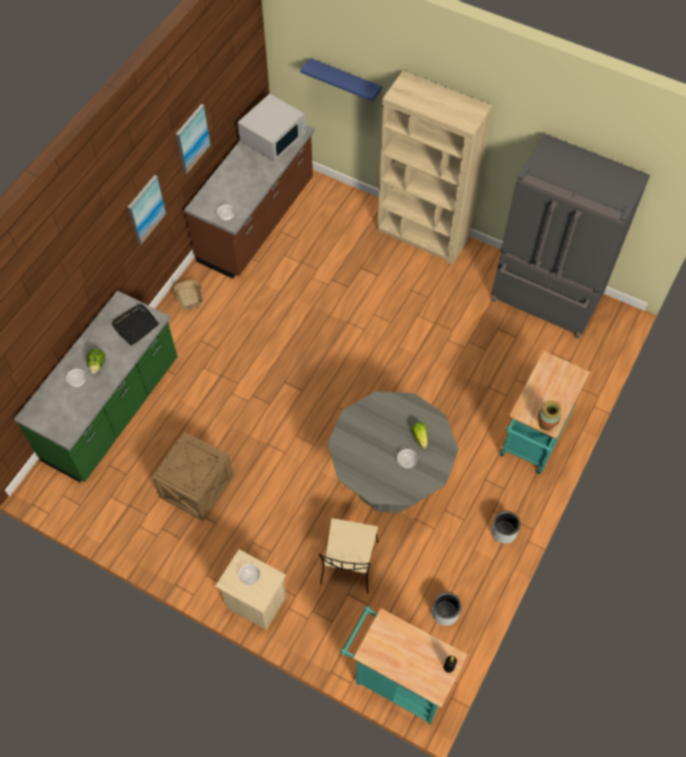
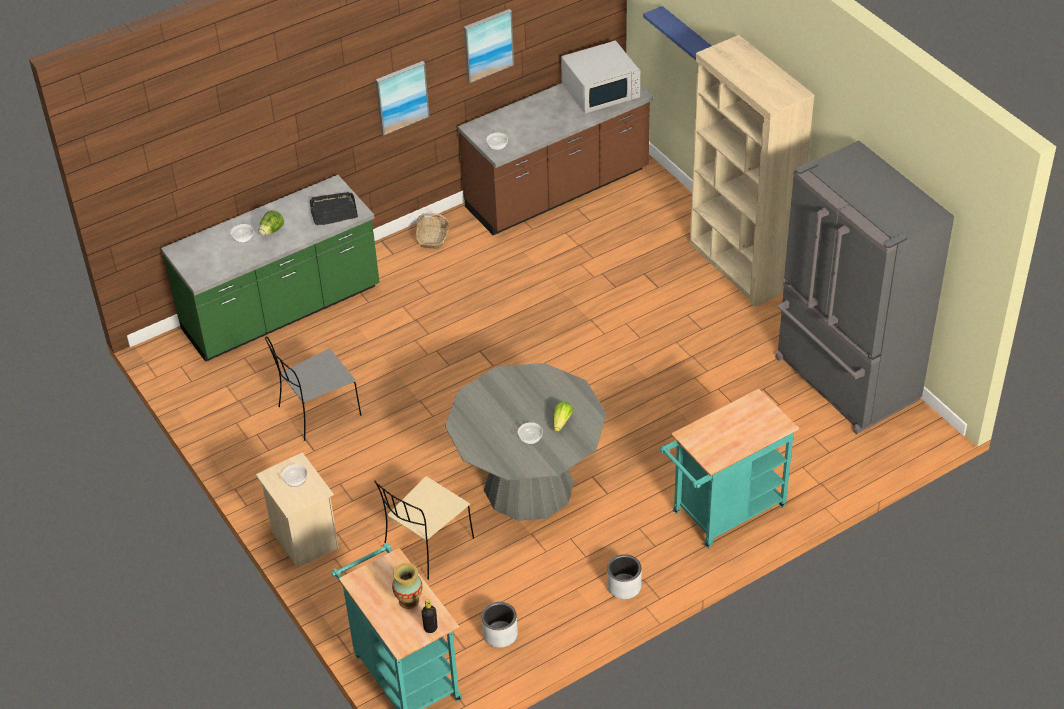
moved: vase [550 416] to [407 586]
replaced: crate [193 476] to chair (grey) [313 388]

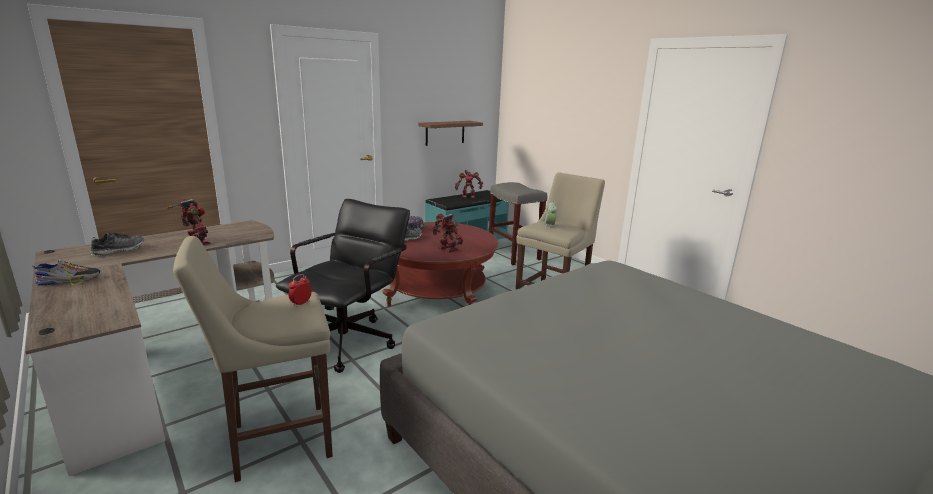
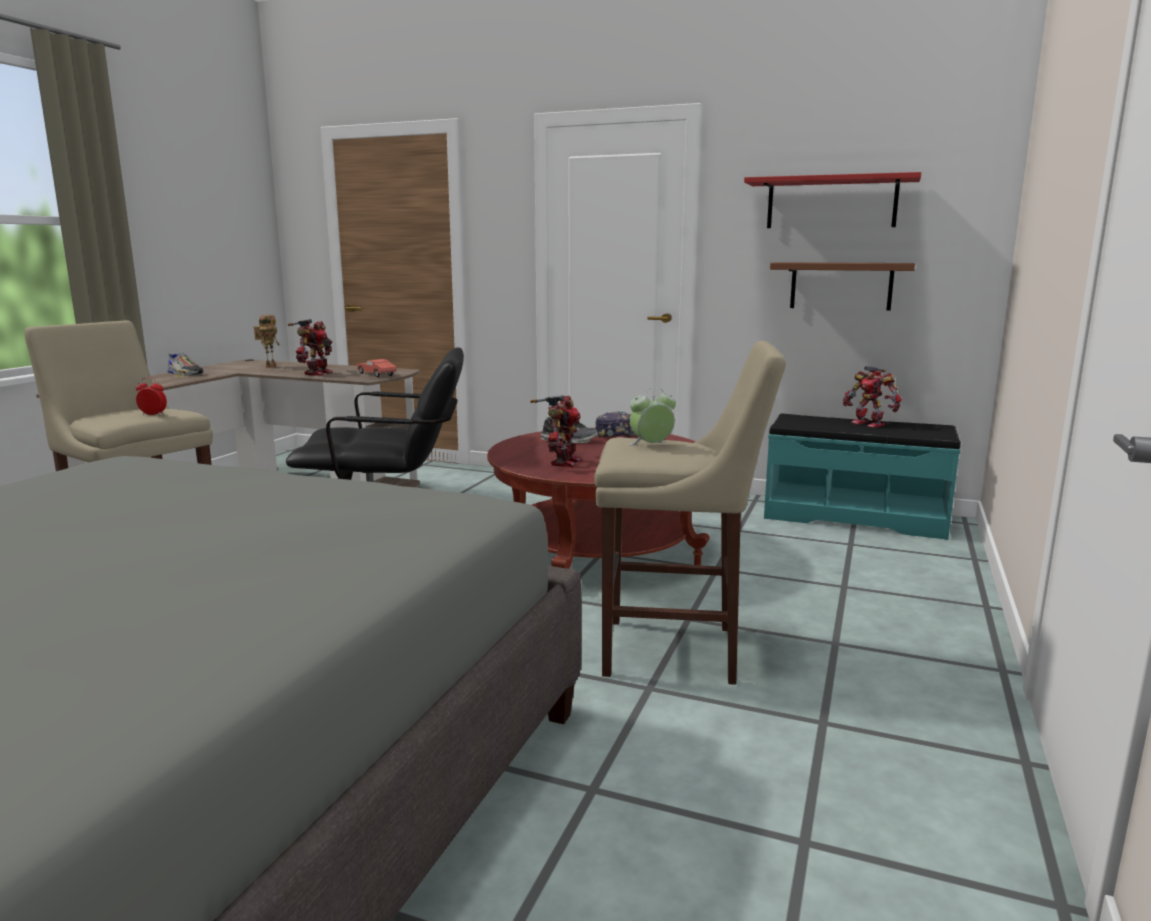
removed: stool (grey) [518 223]
added: shelf (red) [832 200]; toy car (red) [377 368]
replaced: shoe [117 244] to toy robot [267 341]

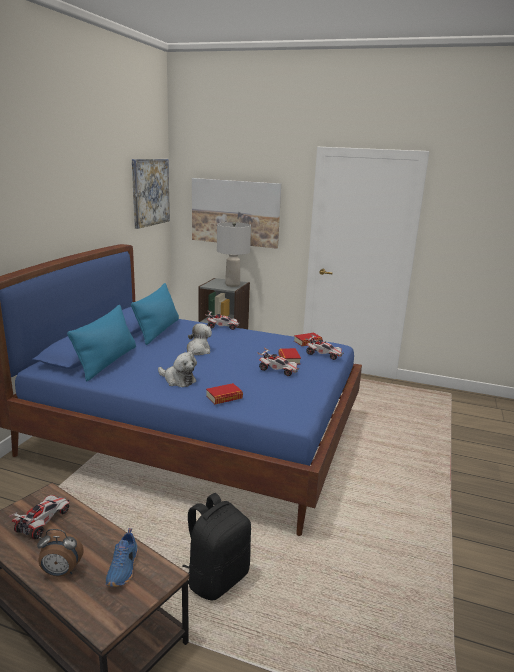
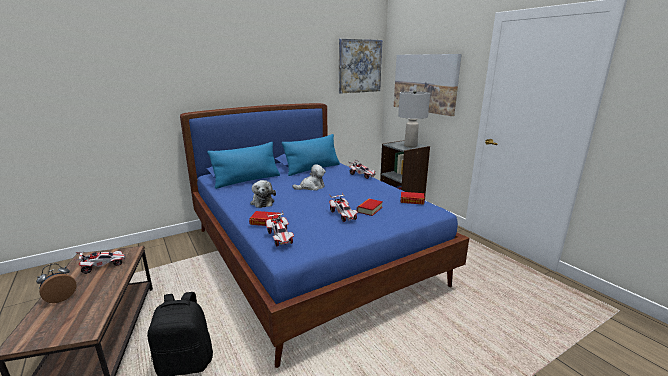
removed: shoe (blue) [122 557]
moved: toy car [324 347] to [280 228]
turned: alarm clock [60 553] = [56 283] 90 degrees clockwise

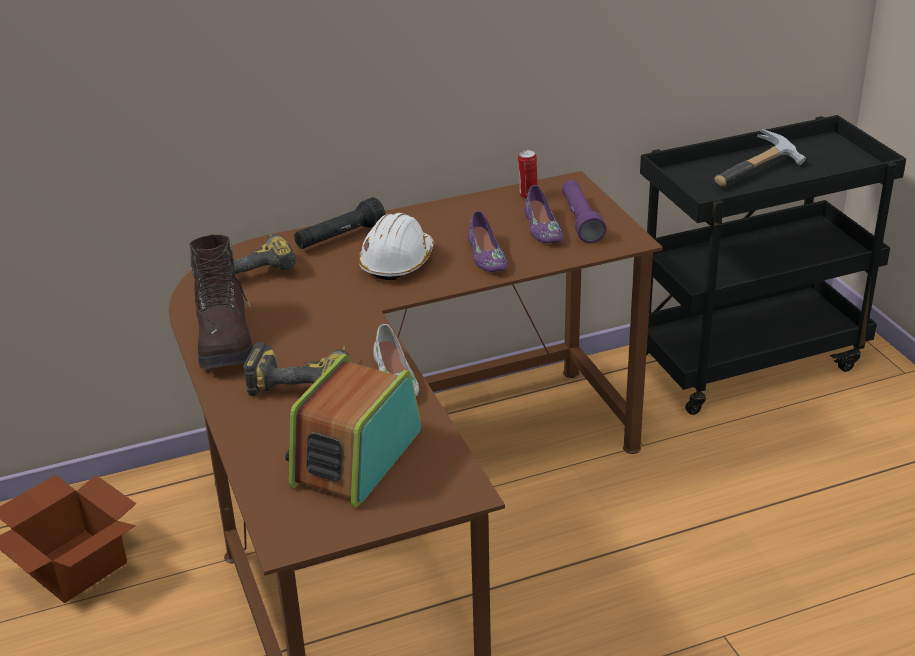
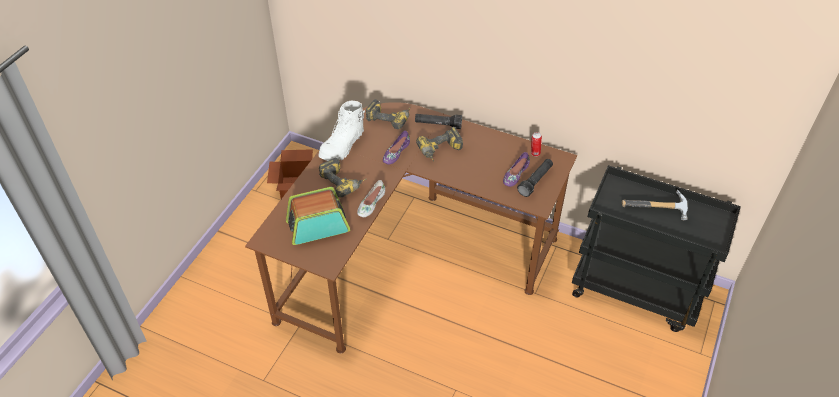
moved: shoe (purple) [487 241] to [396 148]
replaced: hard hat (white) [396 246] to power drill [439 144]
recoloured: flashlight (purple) [584 211] to flashlight (black) [535 178]; boot (brown) [221 302] to boot (white) [341 131]

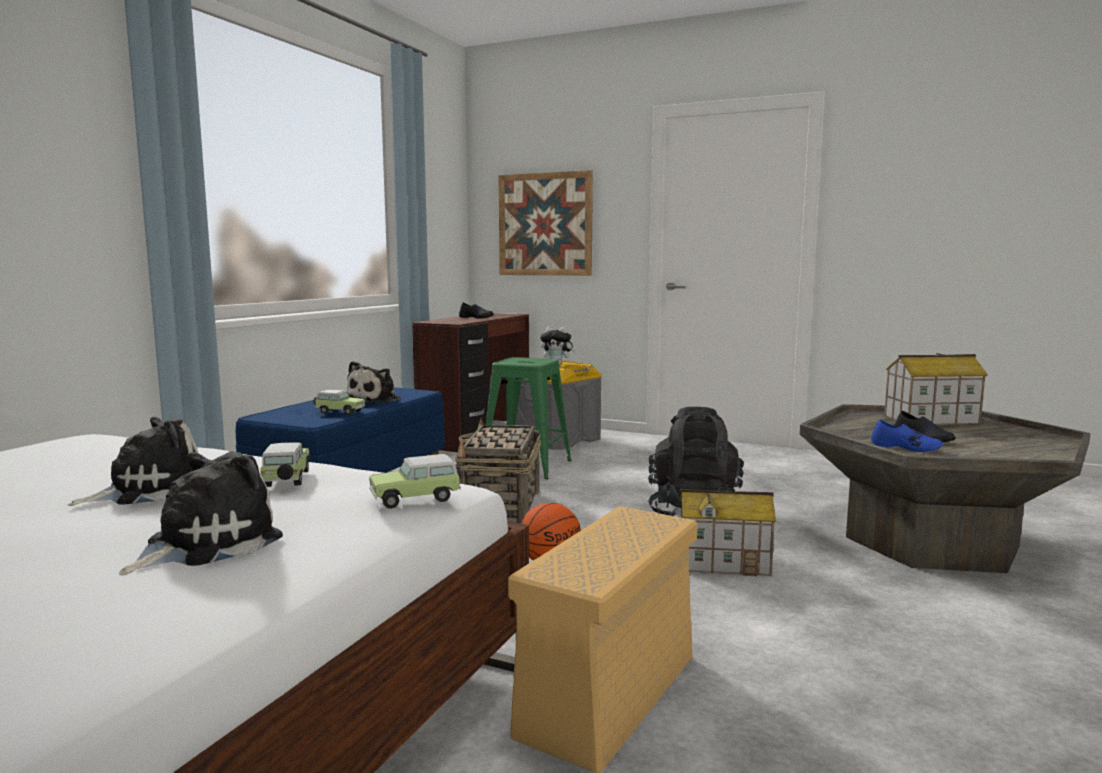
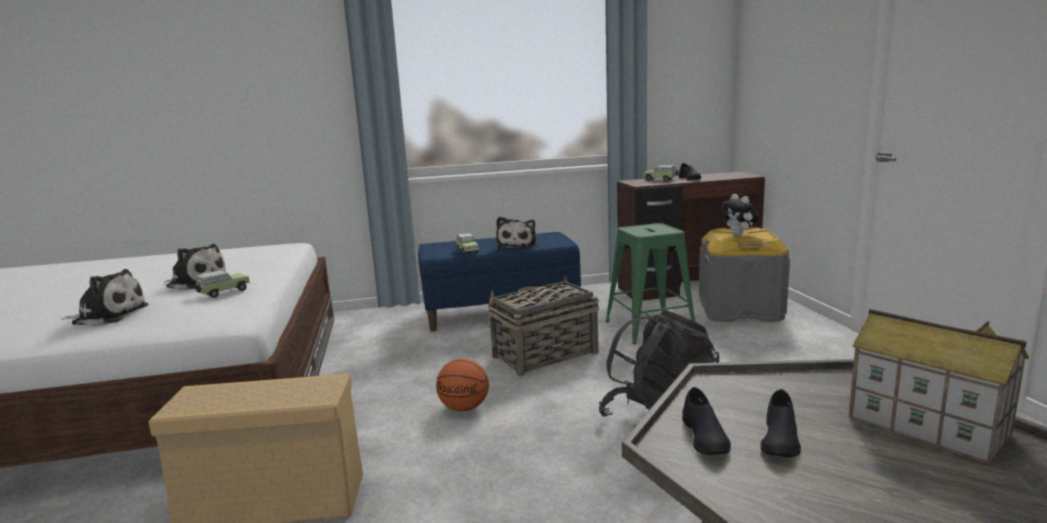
removed: picture [546 223]; toy house [728 532]
moved: toy car [415 481] to [661 173]
recoloured: shoe (blue) [907 435] to shoe (black) [706 421]
turned: plush toy [374 382] = [516 233] 75 degrees counterclockwise

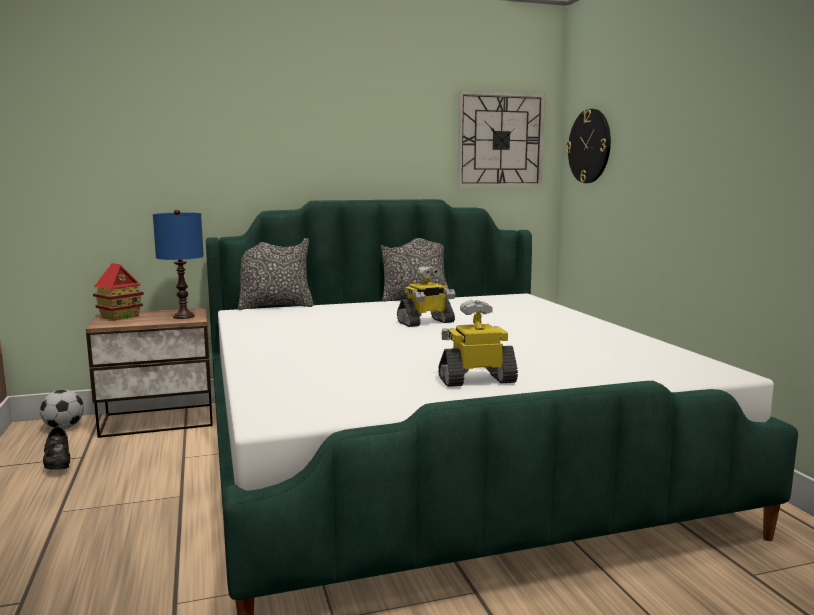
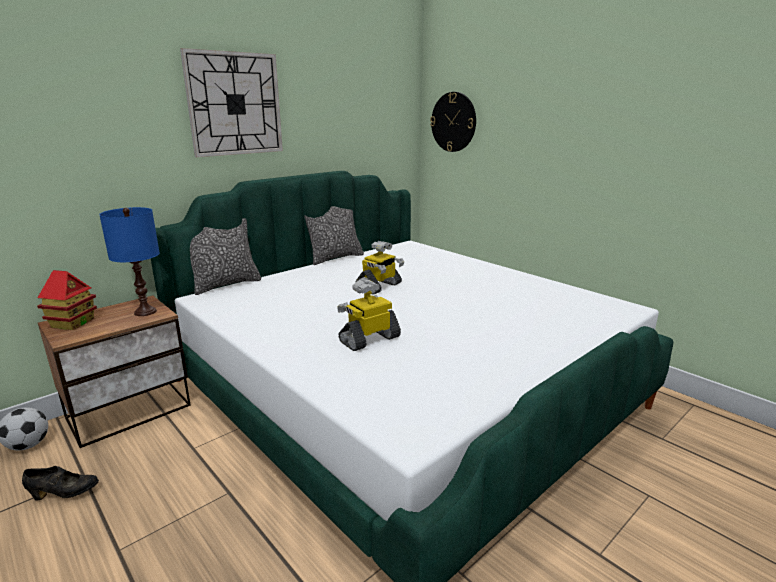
moved: wall clock [501 139] to [231 102]; toy robot [478 343] to [369 315]
turned: shoe (black) [56 448] = [60 483] 45 degrees counterclockwise

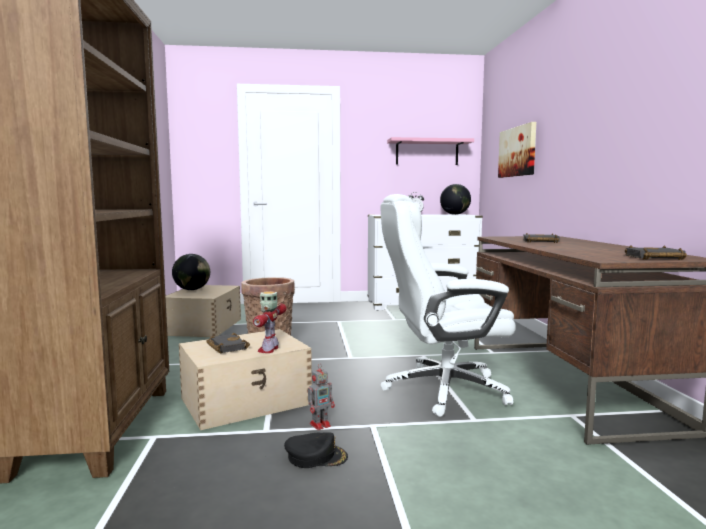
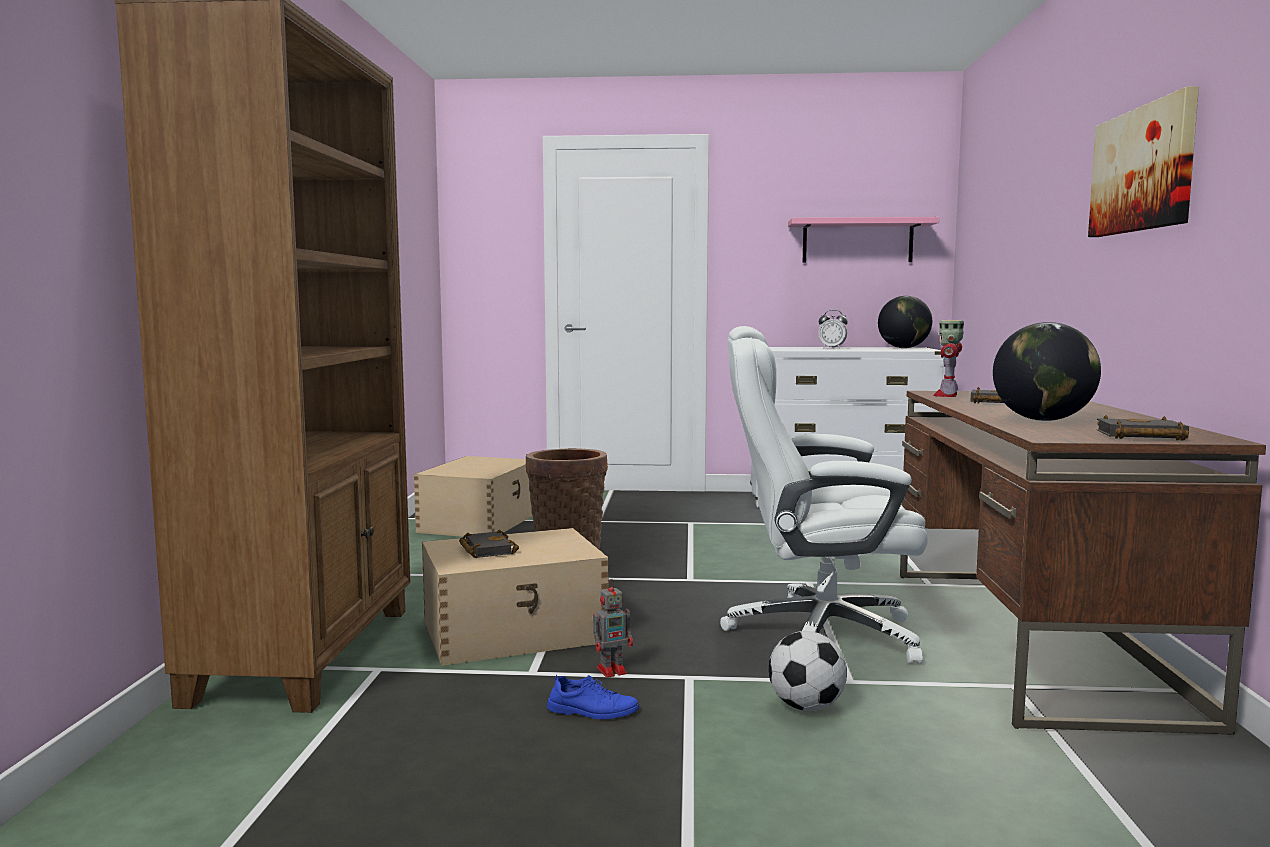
added: football [807 671]
moved: picture [517 150] to [1143 161]; globe [191 272] to [1047 371]; toy robot [269 322] to [948 358]
replaced: cap (black) [316 450] to shoe (blue) [593 697]

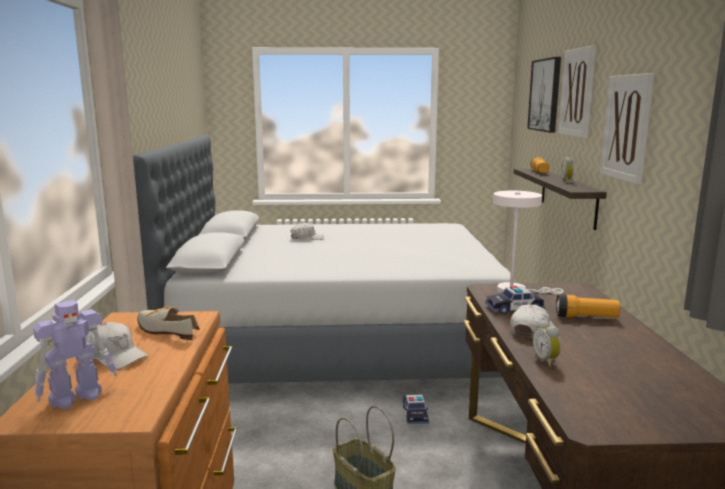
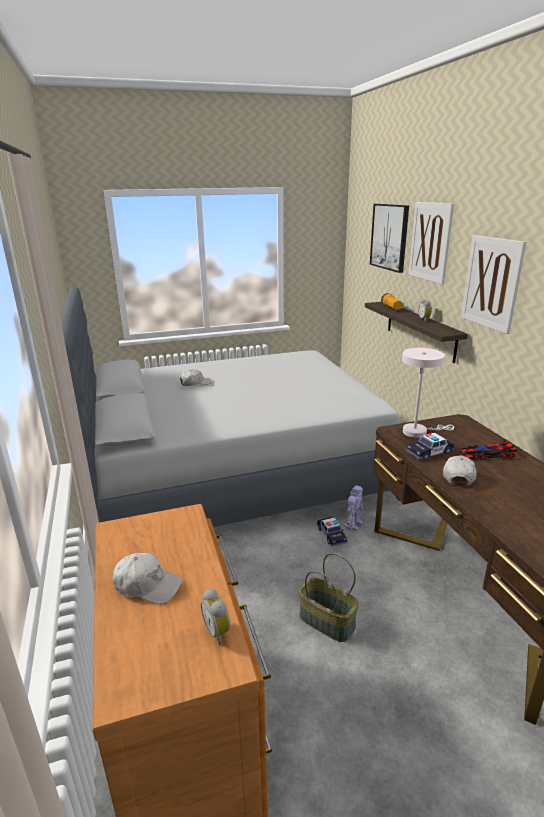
removed: shoe [168 323]
moved: toy robot [75 354] to [353 508]; alarm clock [547 343] to [215 616]
replaced: flashlight [588 306] to toy car [489 450]

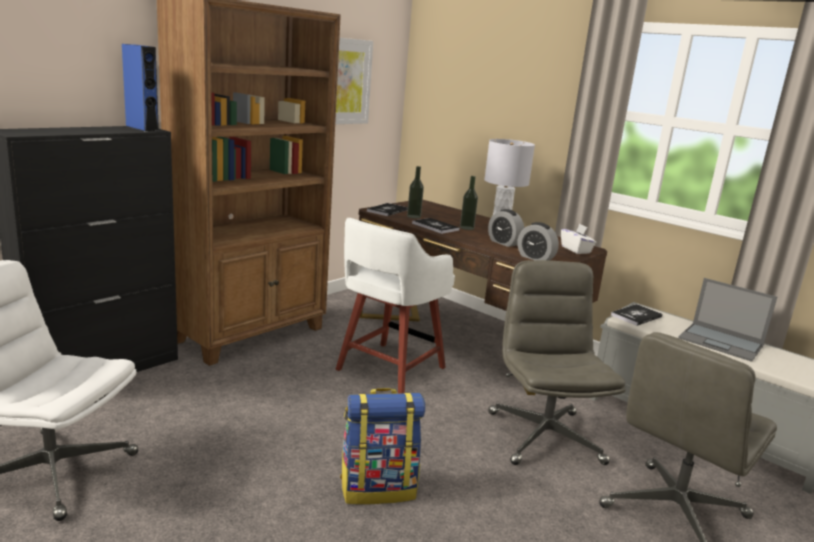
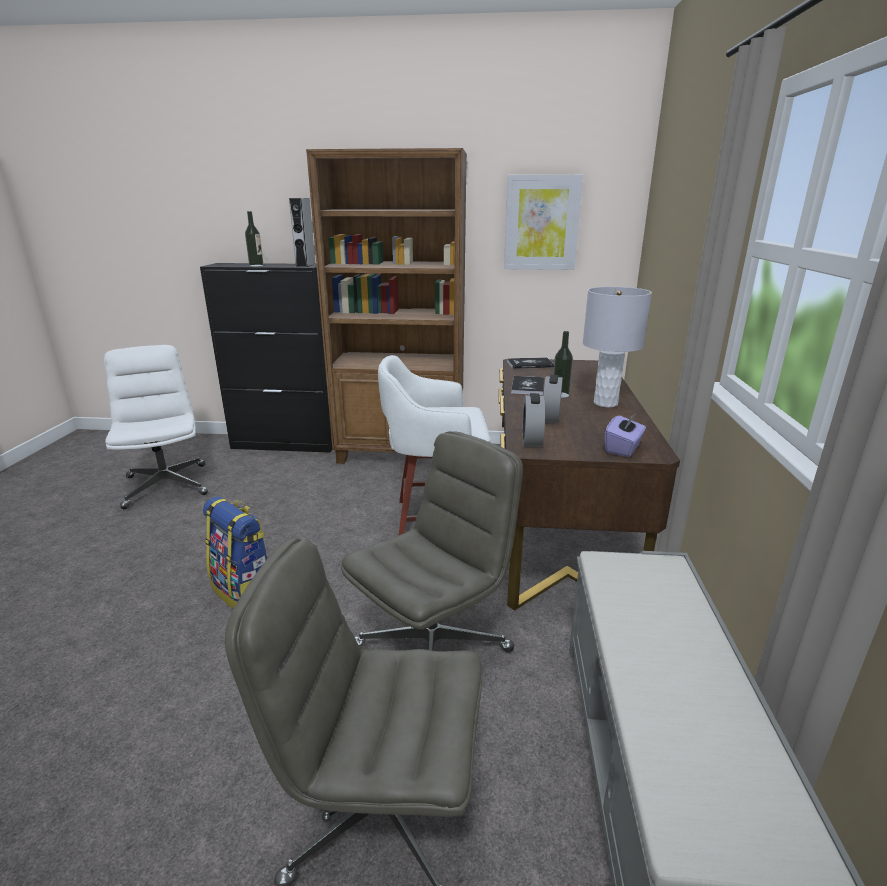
removed: laptop [727 320]; book [637 315]
moved: bottle [415 192] to [254 239]
recoloured: speaker (blue) [140 88] to speaker (grey) [302 232]; tissue box (white) [578 239] to tissue box (purple) [625 434]

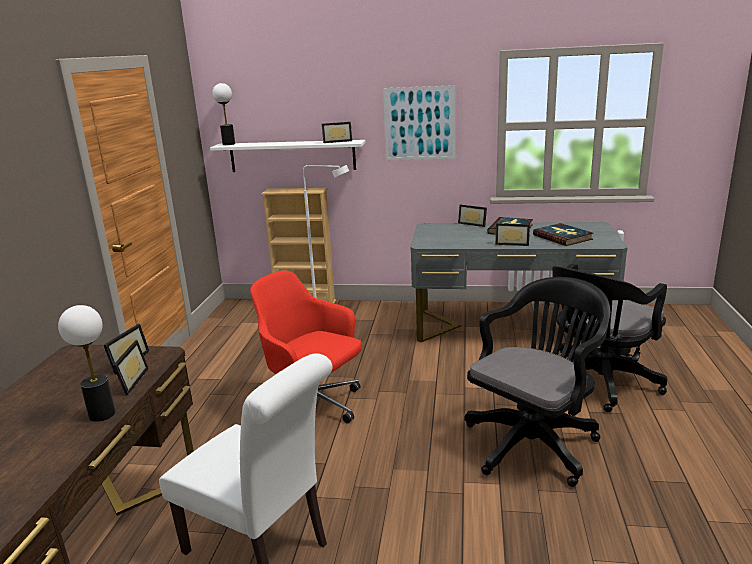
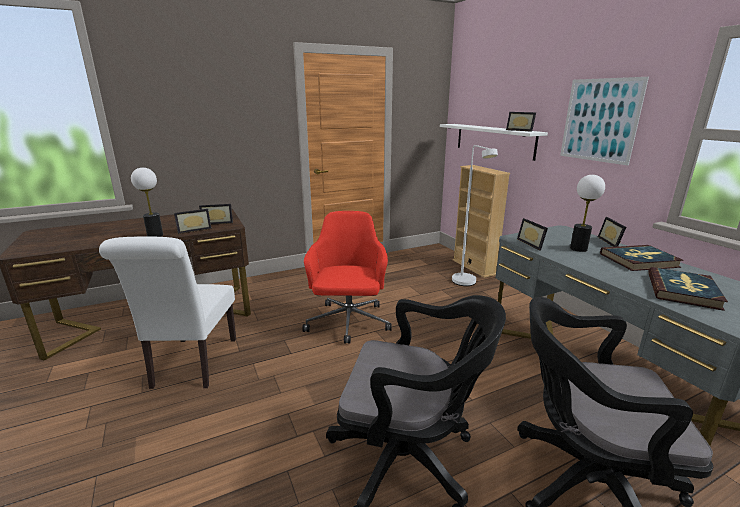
moved: table lamp [223 114] to [587 213]; picture frame [512 234] to [532 234]

